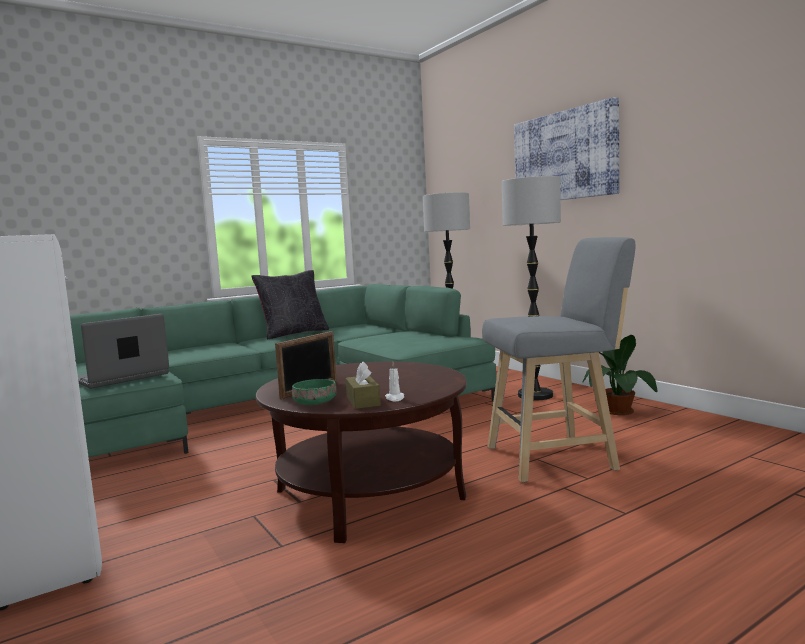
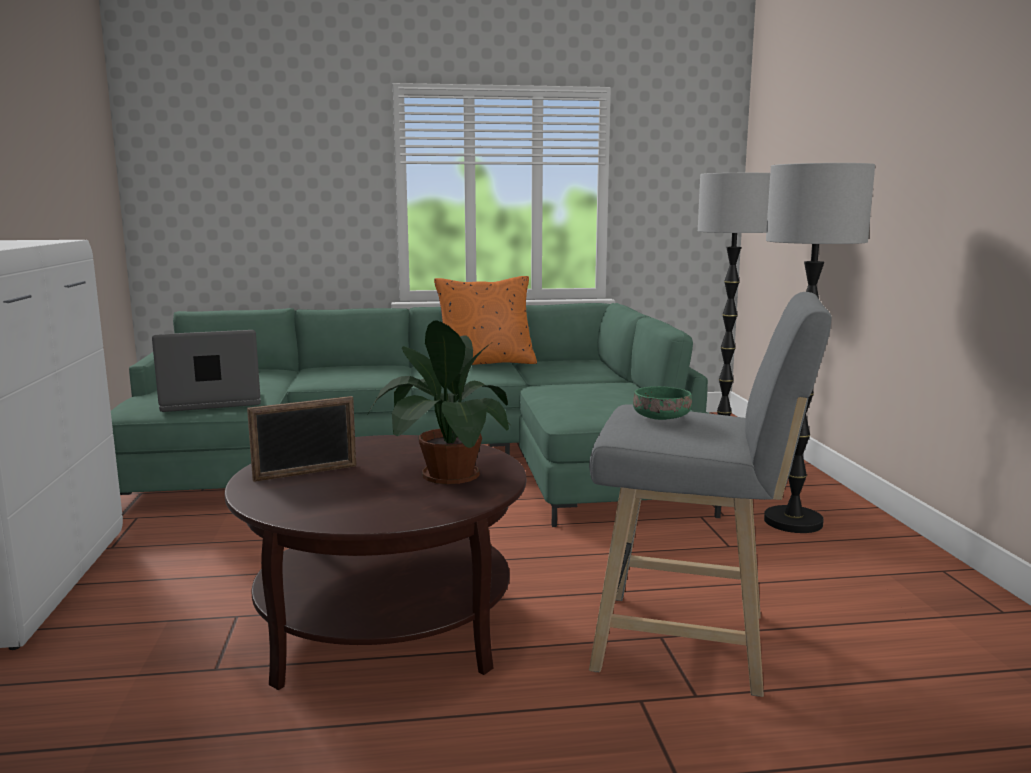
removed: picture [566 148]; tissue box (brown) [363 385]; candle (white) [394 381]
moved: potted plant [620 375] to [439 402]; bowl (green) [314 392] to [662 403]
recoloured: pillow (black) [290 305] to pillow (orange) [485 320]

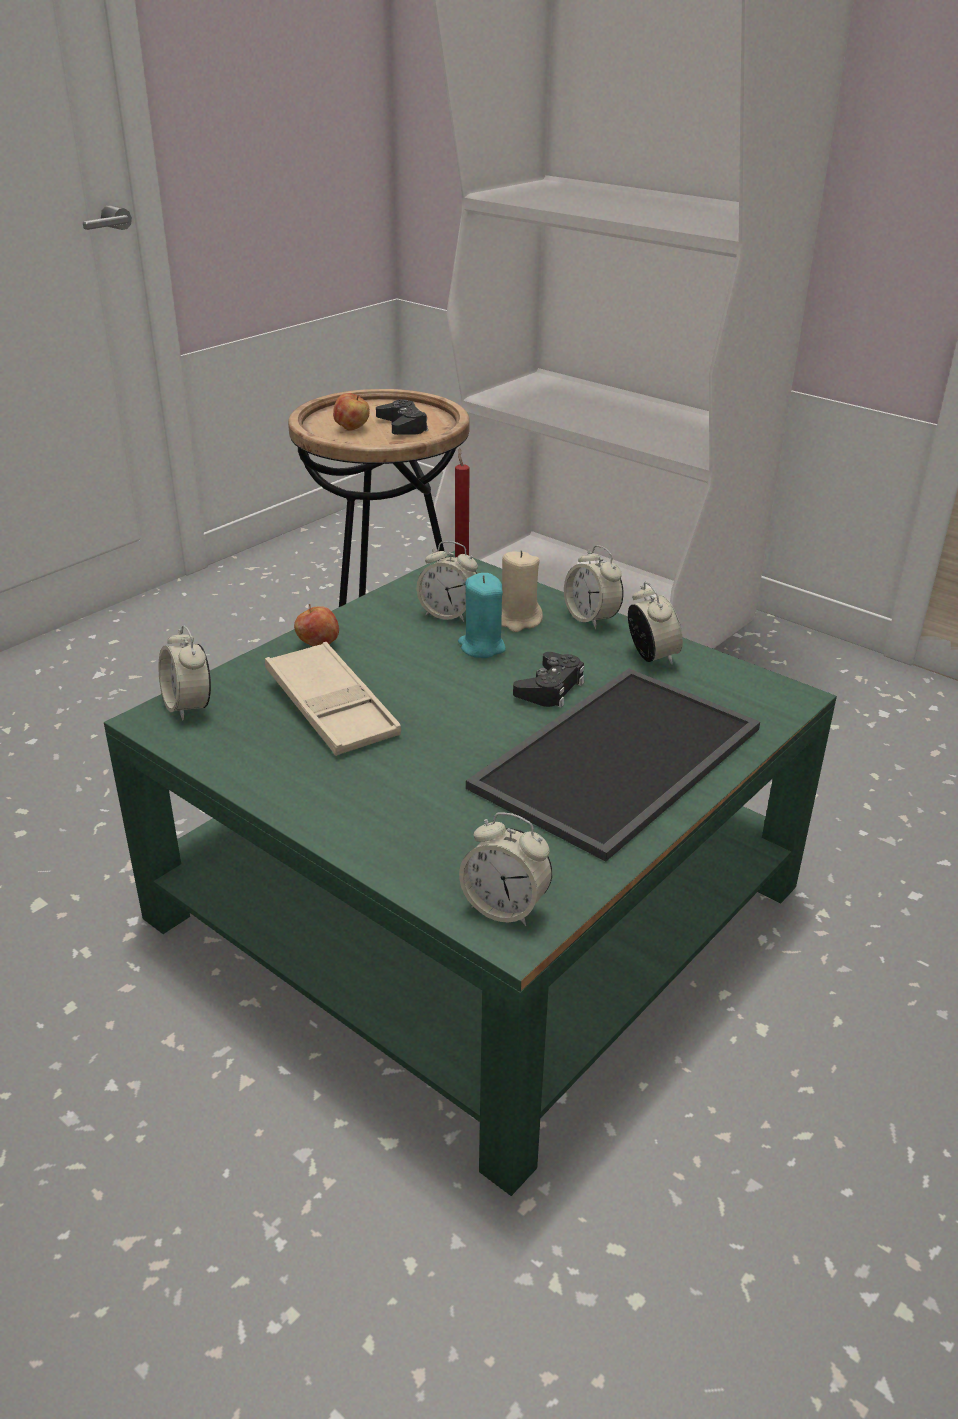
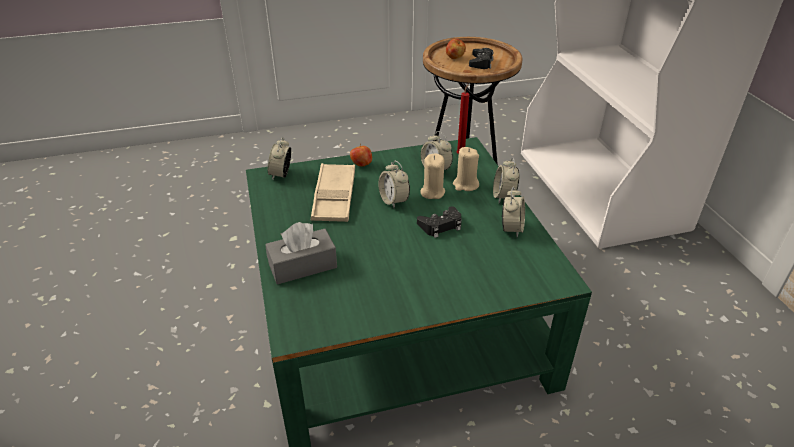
removed: tray [613 765]
added: tissue box (grey) [301 253]
moved: alarm clock [505 869] to [394 185]
recoloured: candle (turquoise) [482 615] to candle (beige) [432 176]

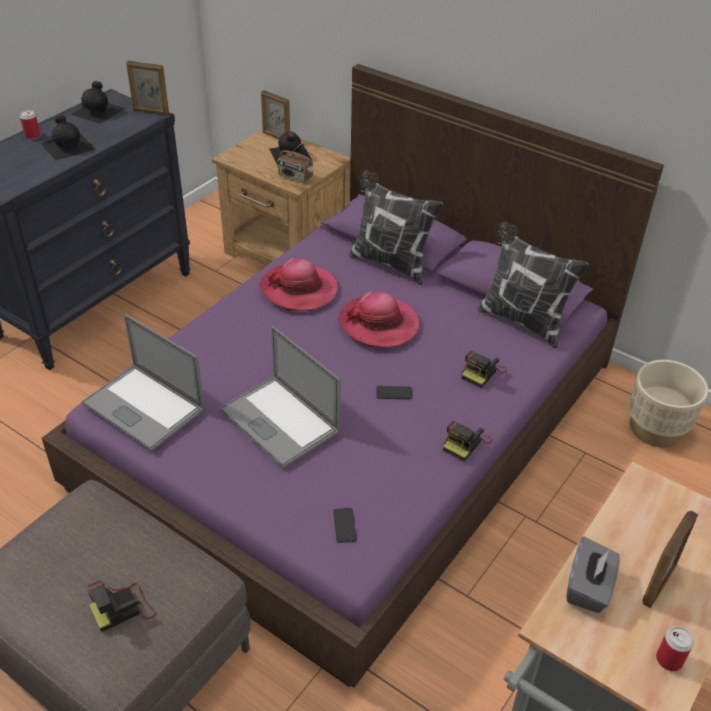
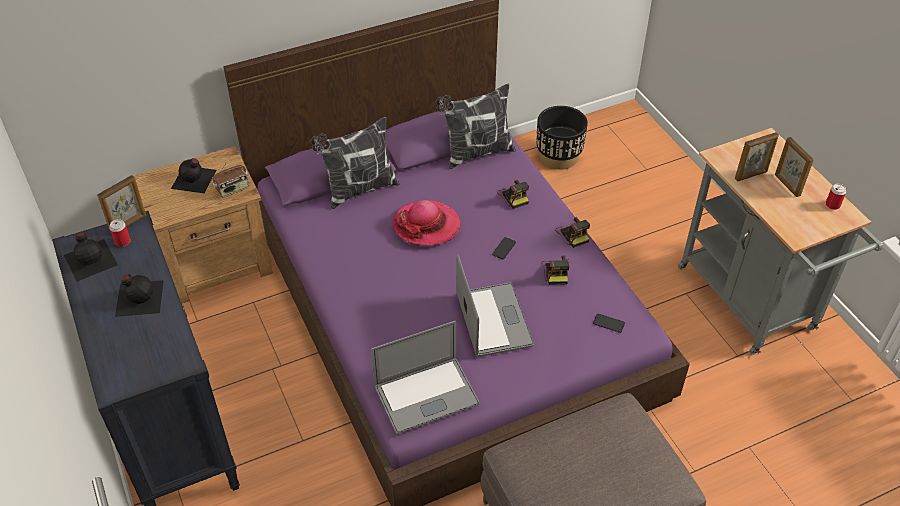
removed: hat [298 284]; tissue box (grey) [592 575]
moved: picture frame [275 114] to [757 156]; can [30 124] to [120 233]; photo camera [122 606] to [556 270]
recoloured: planter (beige) [668 403] to planter (black) [562 138]
turned: laptop [280 397] = [495 306] 90 degrees counterclockwise

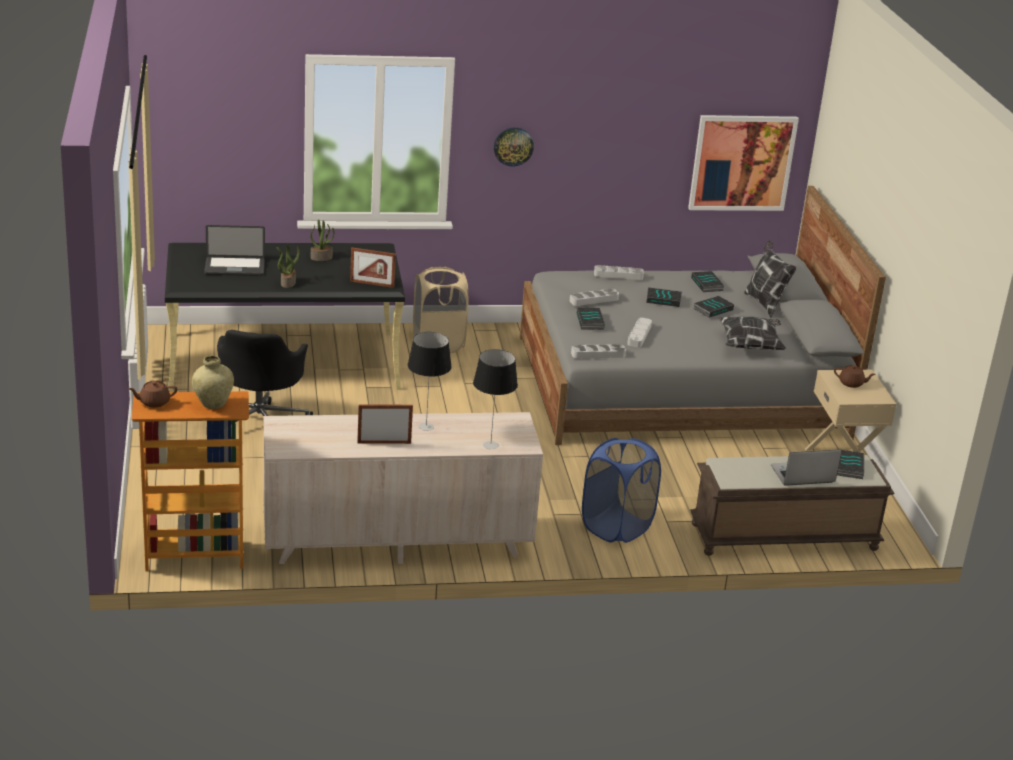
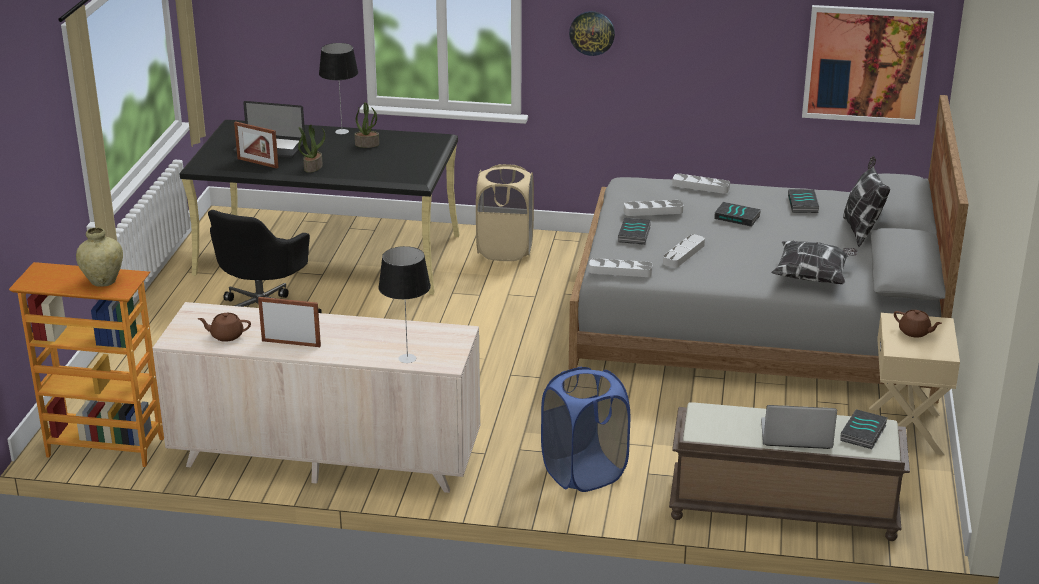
removed: book [714 307]
moved: picture frame [373 267] to [256 144]; table lamp [430 381] to [338 88]; teapot (brown) [152 394] to [224 327]

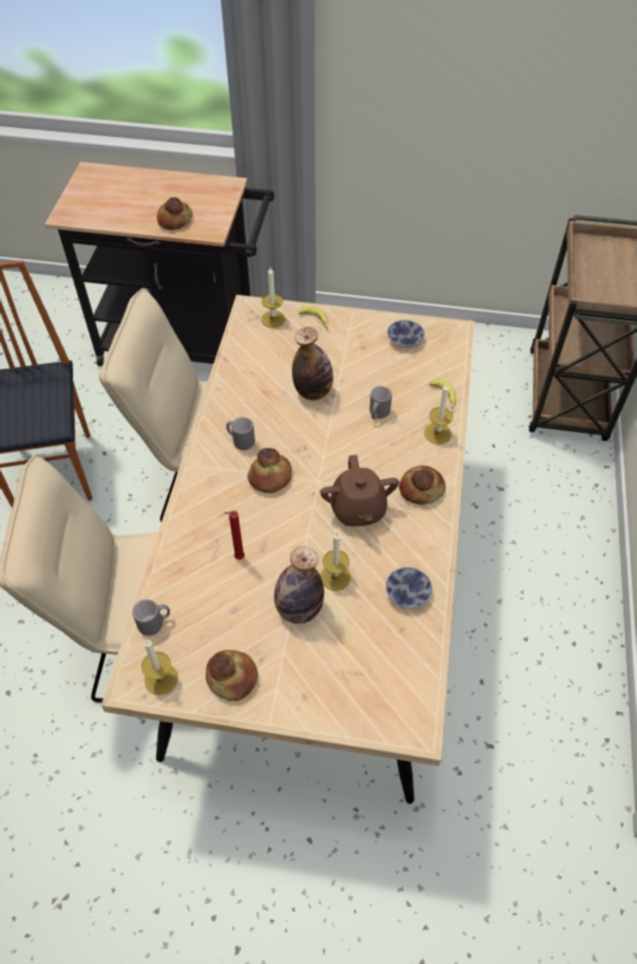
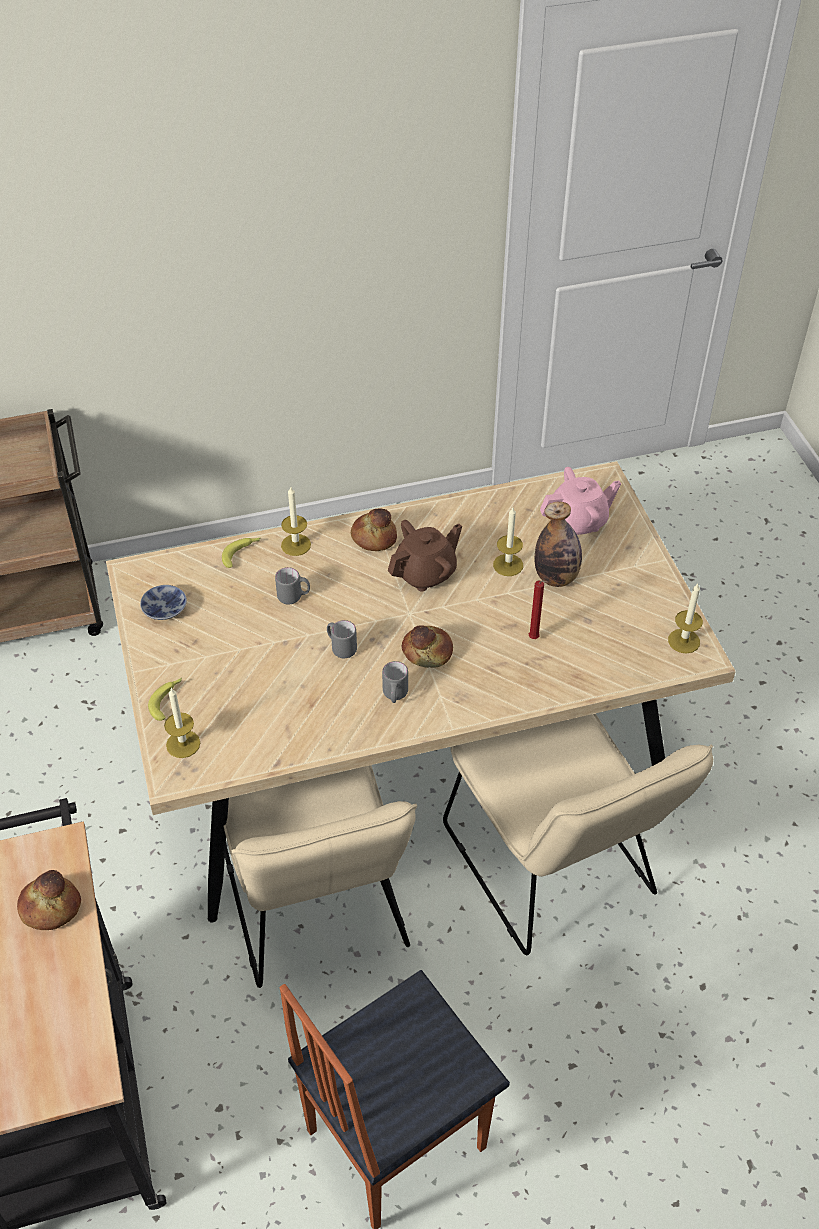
removed: bottle [312 363]; bowl [409 587]; bread [232 675]
added: teapot (pink) [580 501]
moved: mug (grey) [151 617] to [342 639]

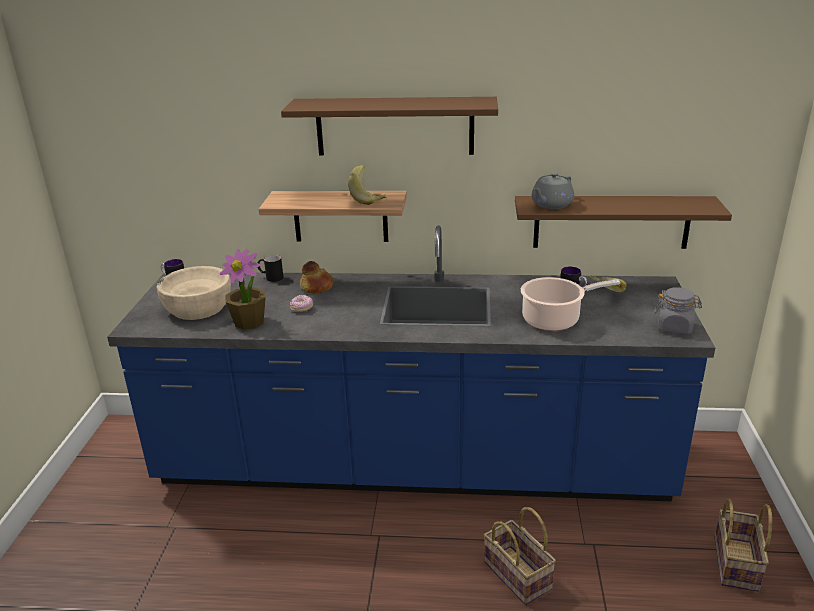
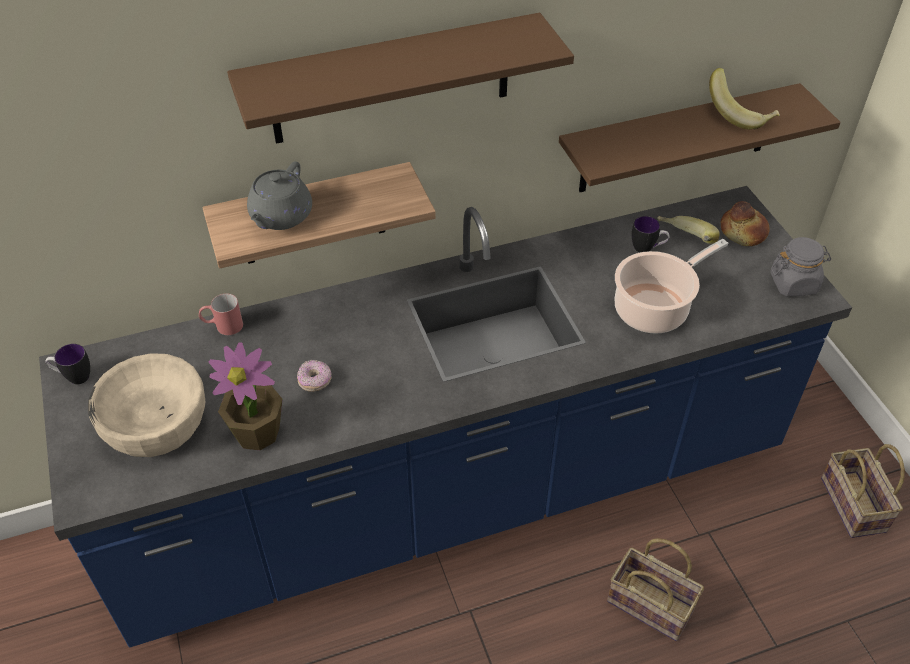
moved: banana [367 185] to [744 99]; teapot (grey) [552 190] to [279 195]; bread [316 277] to [745 223]
recoloured: mug (black) [270 268] to mug (red) [221 314]

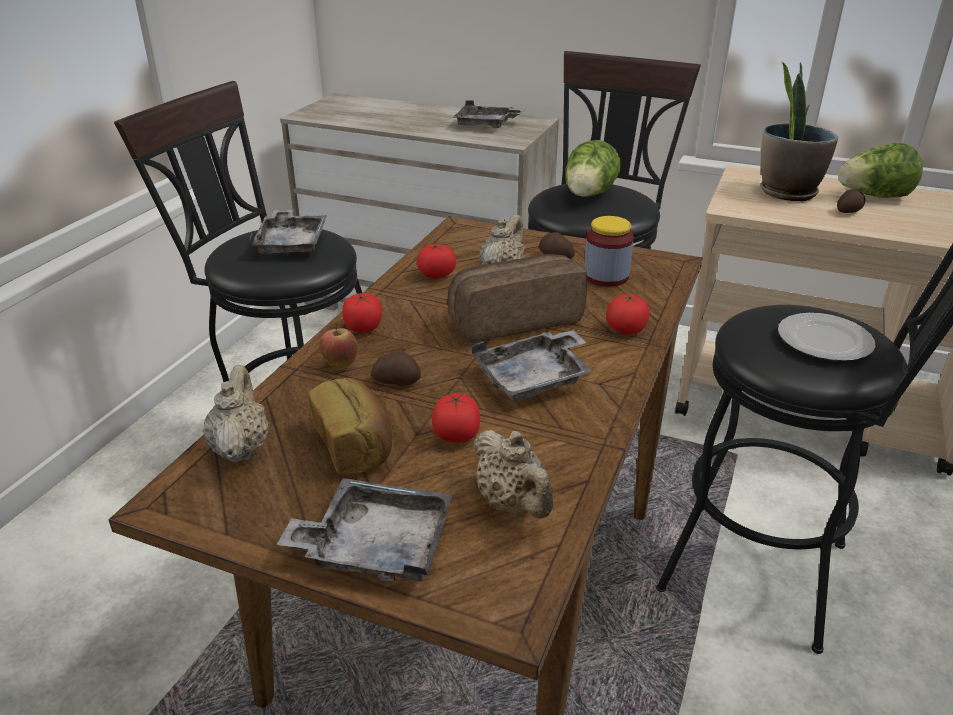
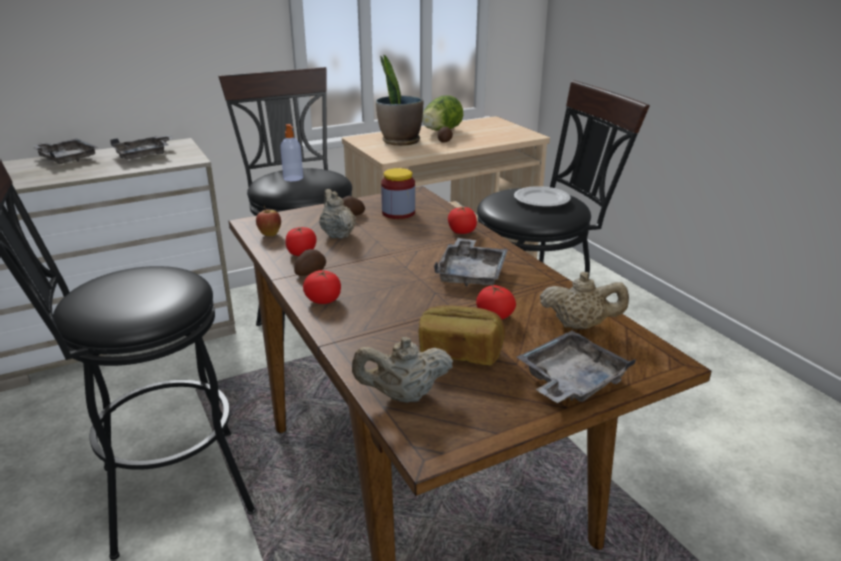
removed: bread [517 298]
moved: tray (grey) [288 232] to [66 151]; apple [338 346] to [268 221]; potato [396 368] to [310 262]
replaced: lettuce [593 168] to soap dispenser [291 152]
turned: teapot (beige) [236 414] = [402 370] 45 degrees counterclockwise

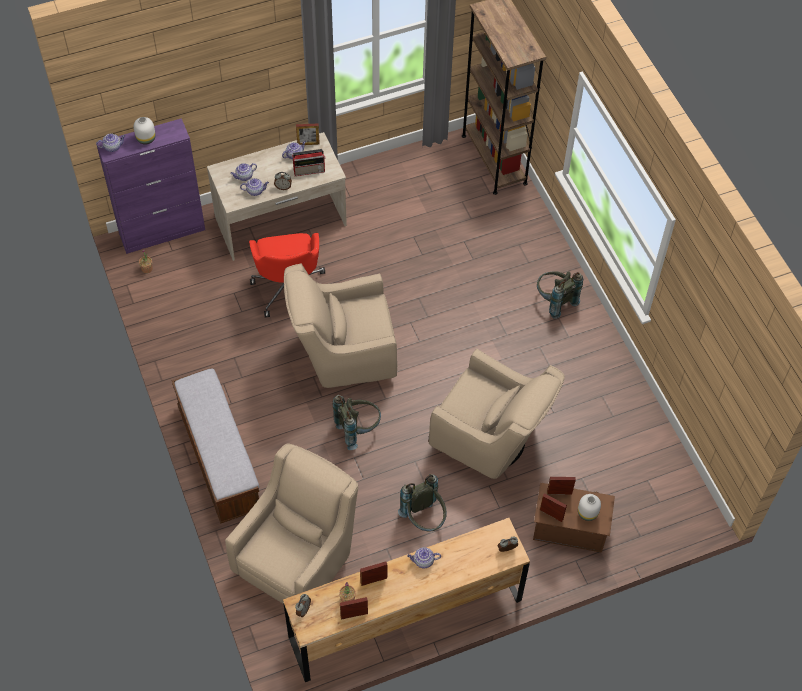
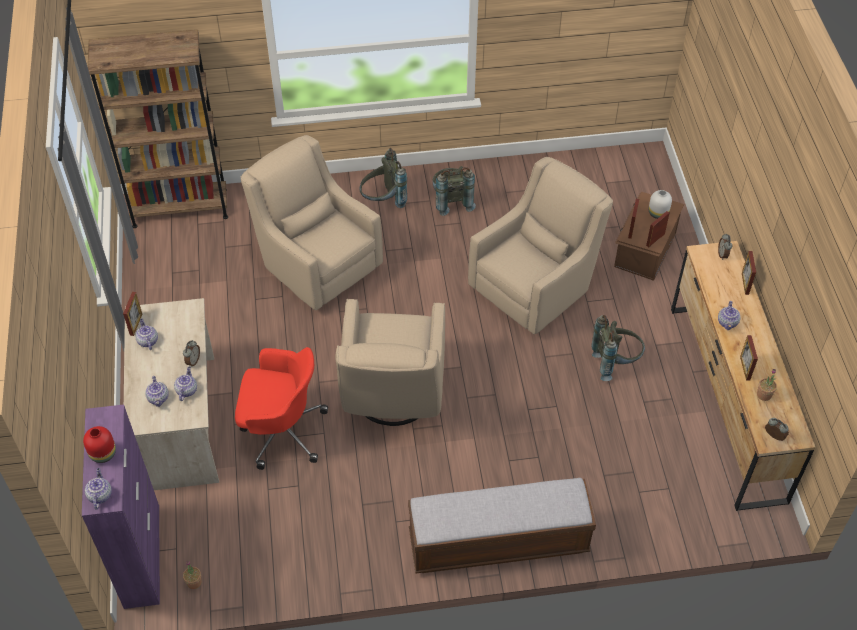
removed: radio [308 162]
moved: backpack (grey) [356 422] to [454 191]; armchair (beige) [291 523] to [312 223]; picture frame [354 608] to [749 273]
recoloured: vase (white) [145 131] to vase (red) [99 444]

